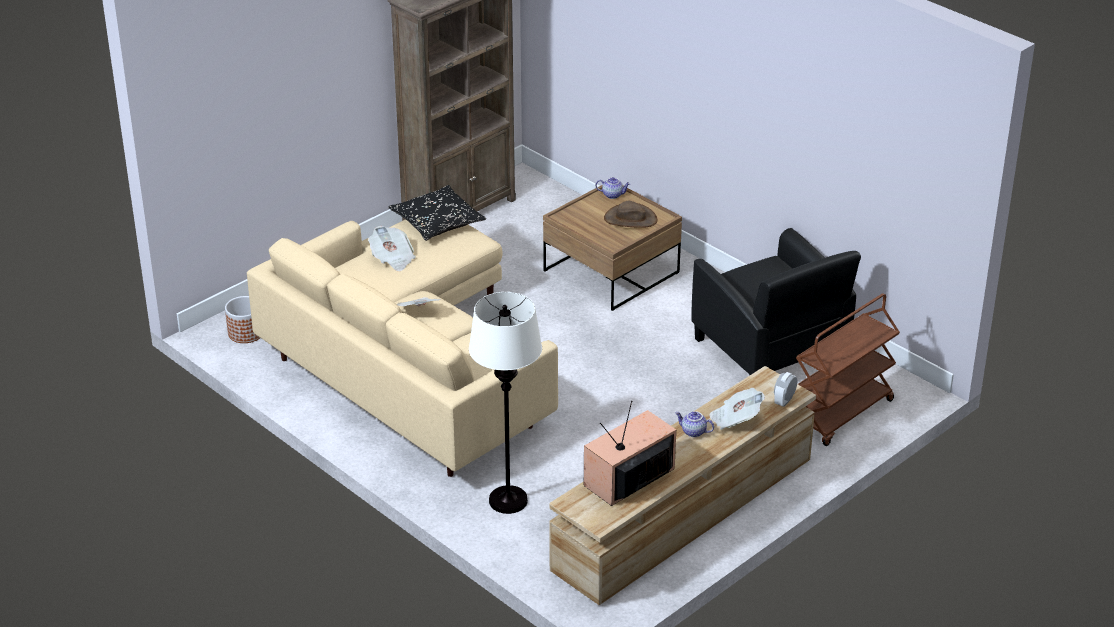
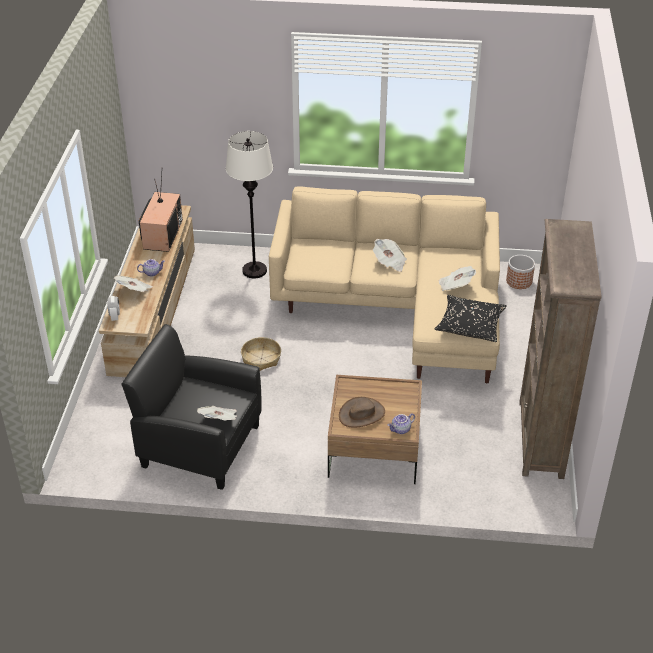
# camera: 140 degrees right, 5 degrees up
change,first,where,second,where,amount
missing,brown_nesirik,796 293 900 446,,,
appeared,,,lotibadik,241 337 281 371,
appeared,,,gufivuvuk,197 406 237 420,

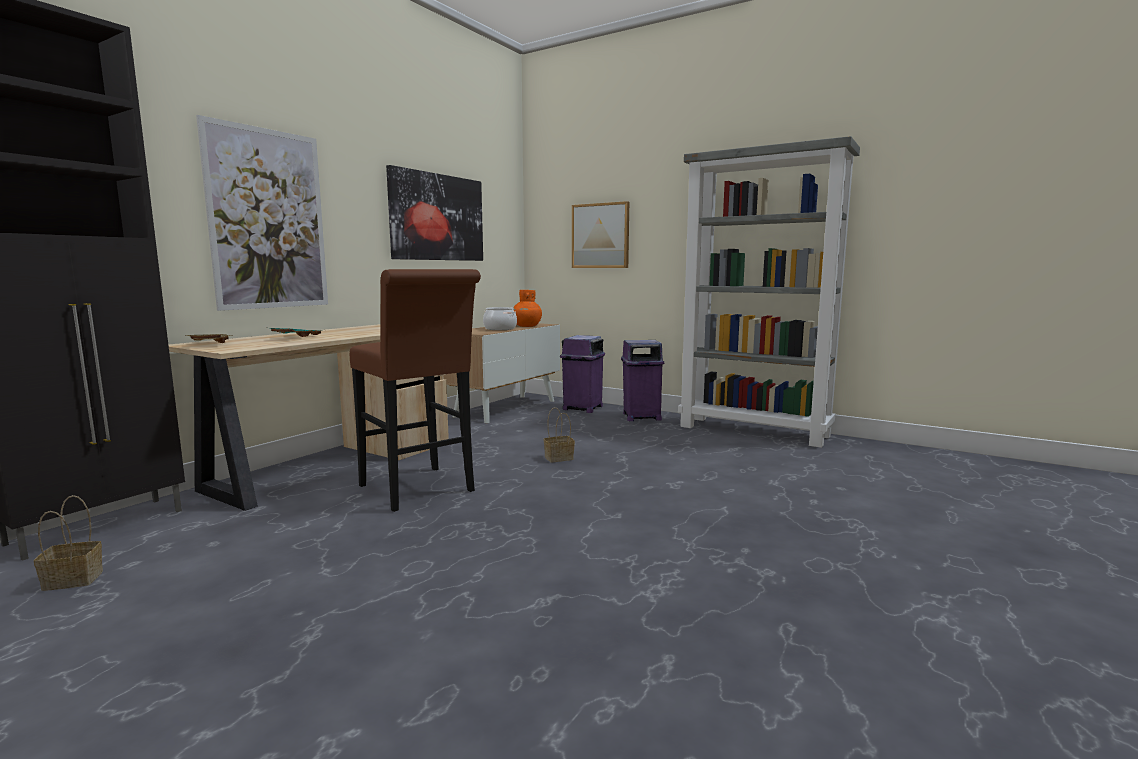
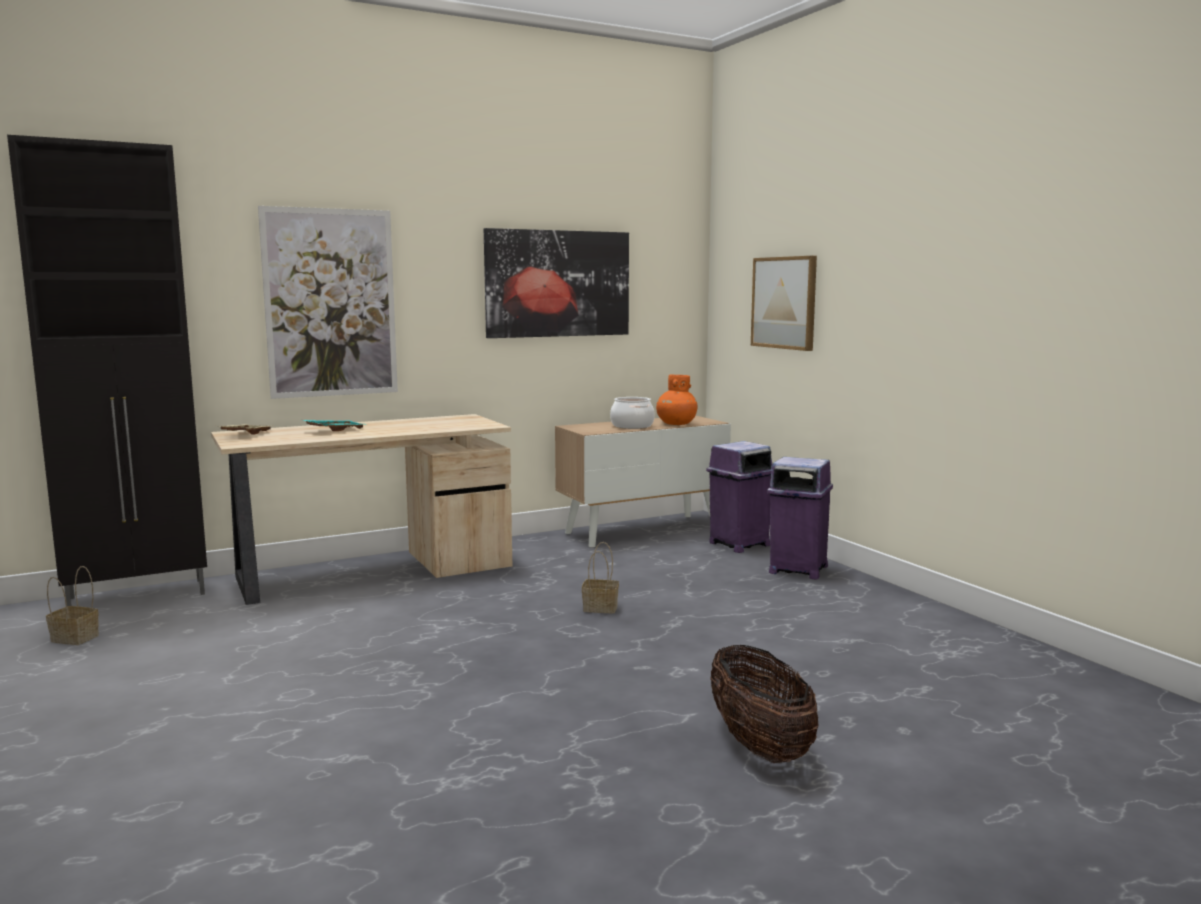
# camera: 30 degrees right, 0 degrees up
change,first,where,second,where,amount
missing,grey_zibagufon,678 136 860 448,,,
missing,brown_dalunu,350 269 481 512,,,
appeared,,,lotibadik,710 645 818 763,

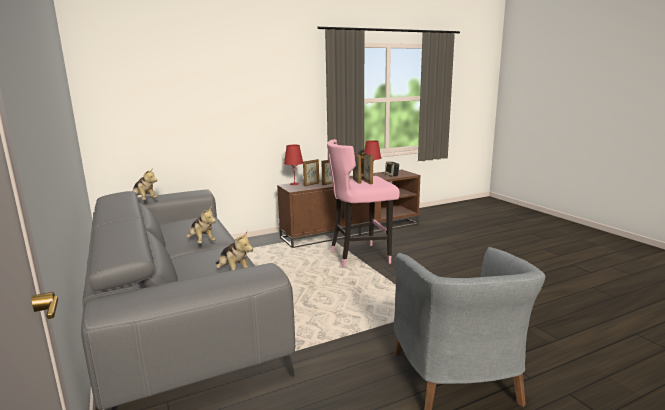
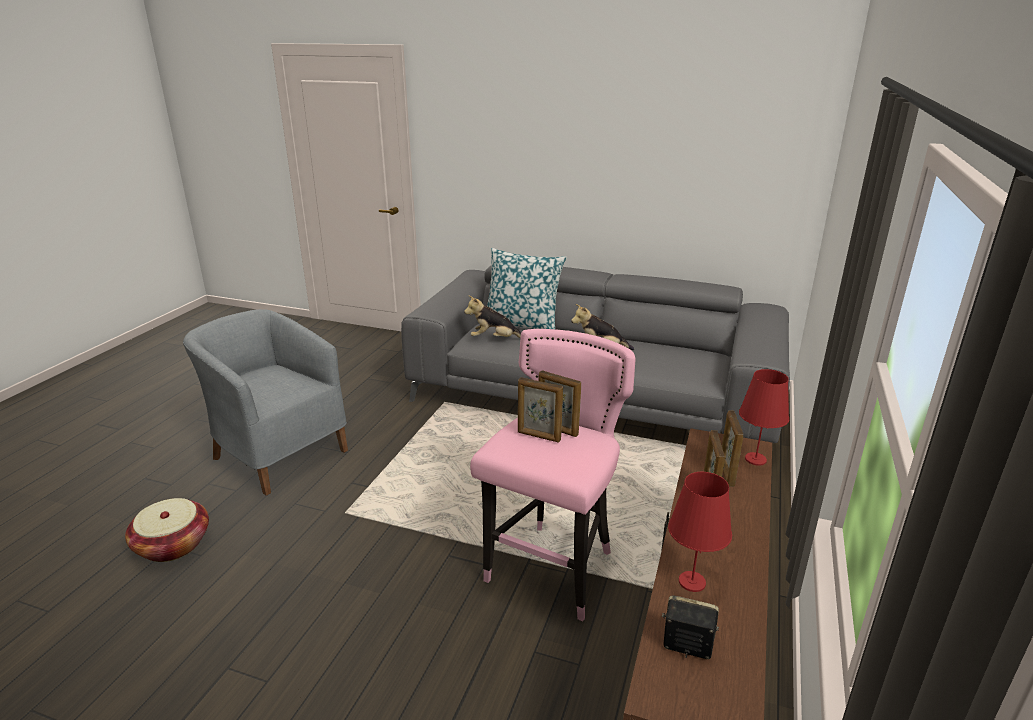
# camera: 135 degrees right, 10 degrees up
change,first,where,second,where,amount
missing,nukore,132 168 158 200,,,
appeared,,,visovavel,487 248 567 329,
appeared,,,lotibadik,125 498 209 562,

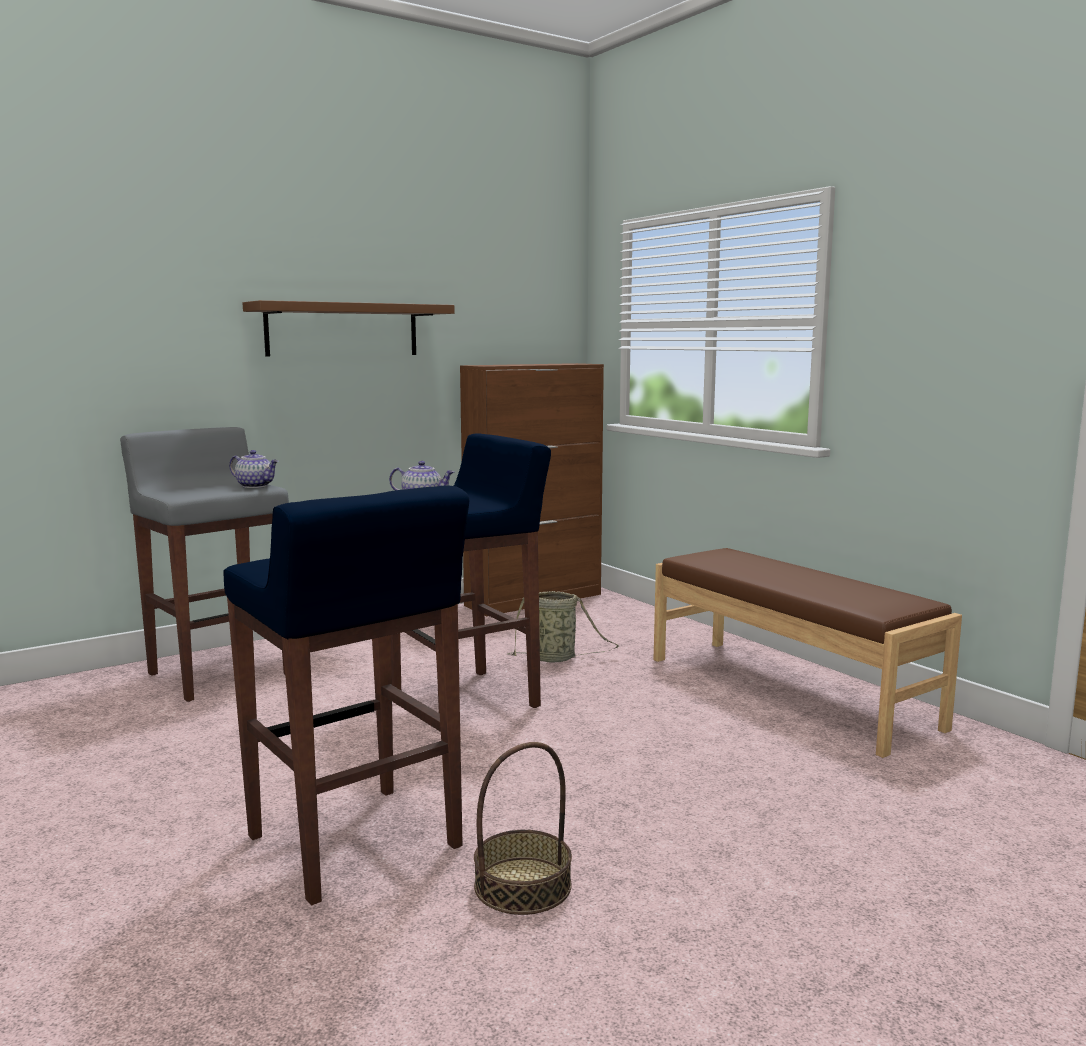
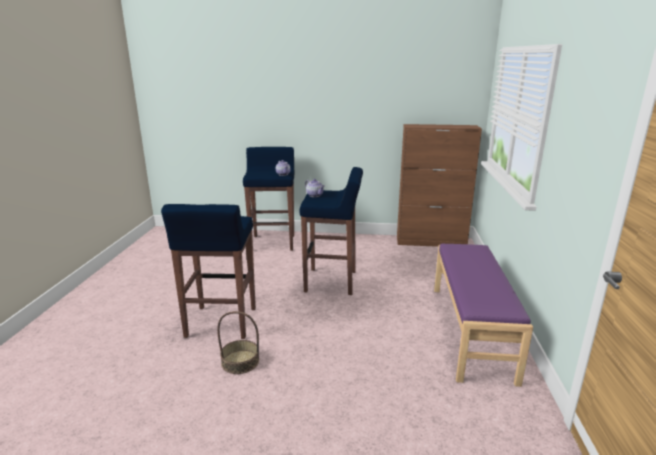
# camera: 40 degrees right, 10 degrees up
change,first,where,second,where,amount
missing,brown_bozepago,243 300 455 357,,,
colour,grey_dalunu,120 427 289 702,blue_dalunu,243 147 294 251,
colour,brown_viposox,654 548 962 758,purple_viposox,434 244 533 387,
missing,lotibadik,508 591 619 662,,,

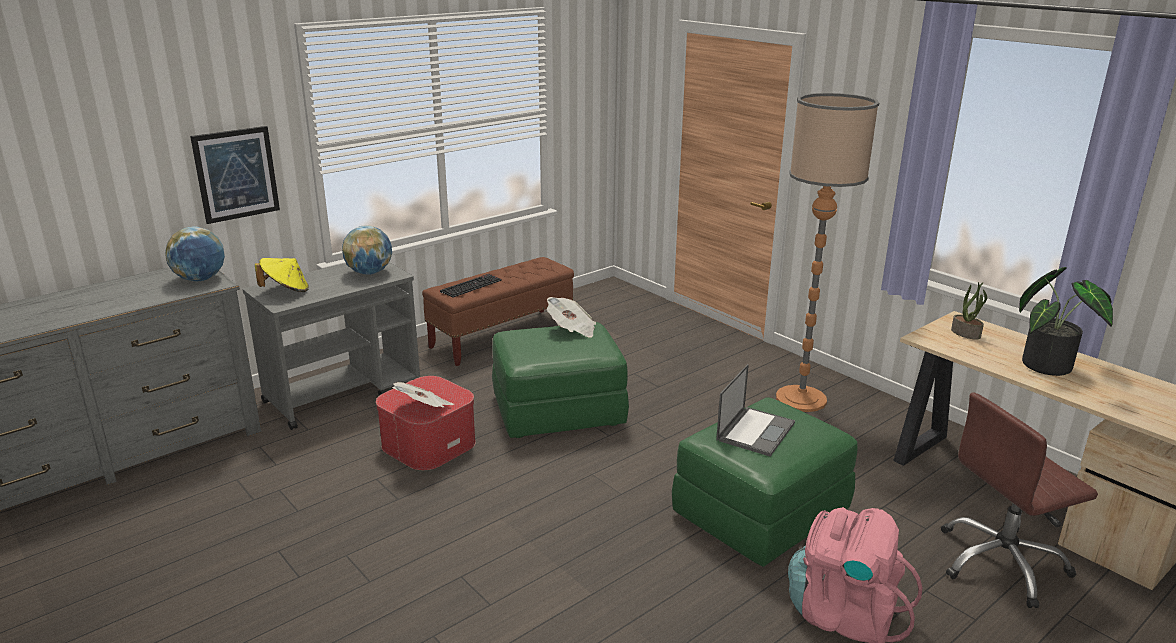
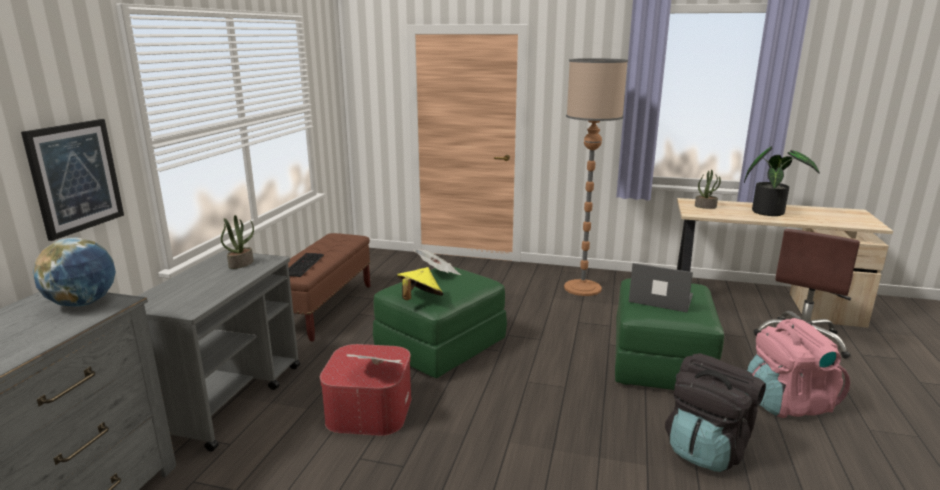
# camera: 35 degrees left, 5 degrees down
change,first,where,second,where,amount
exchanged,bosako,342 225 392 275,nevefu,221 215 254 269,
relocated,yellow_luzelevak,255 258 309 292,,397 267 444 300,
spun,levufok,716 364 795 457,,629 263 693 312,60 degrees counterclockwise
appeared,,,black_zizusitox,665 353 766 472,

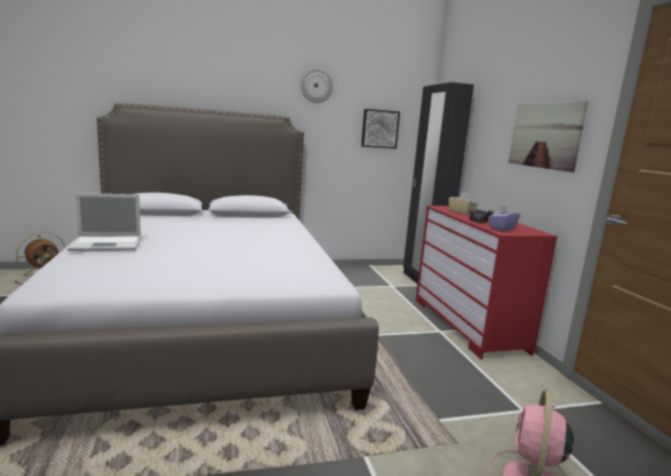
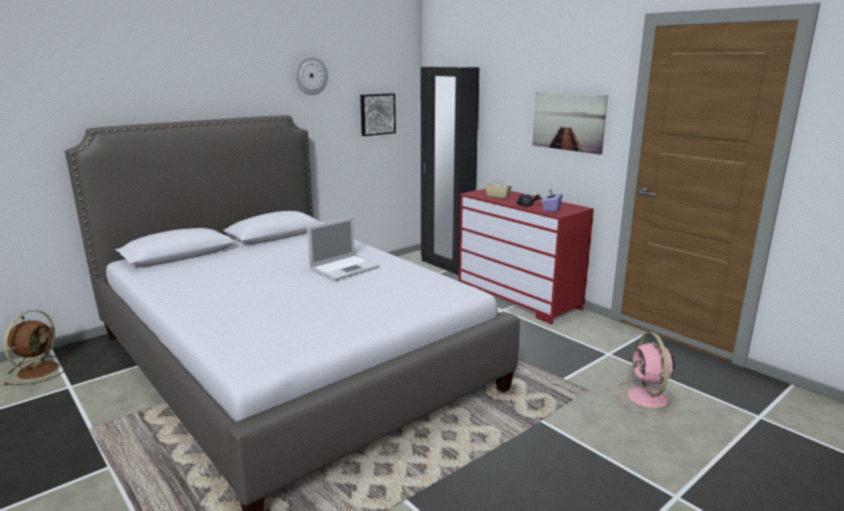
# camera: 25 degrees left, 5 degrees up
change,first,where,second,where,amount
relocated,levufok,67 193 141 251,,307 217 380 281,

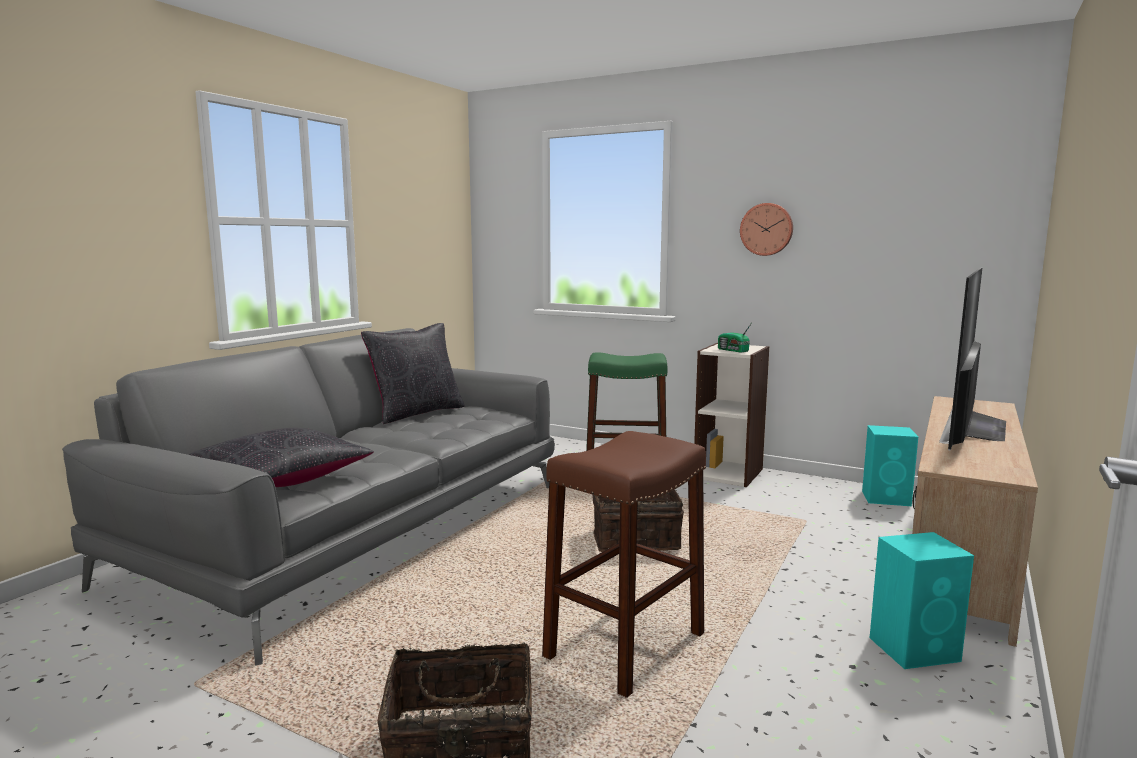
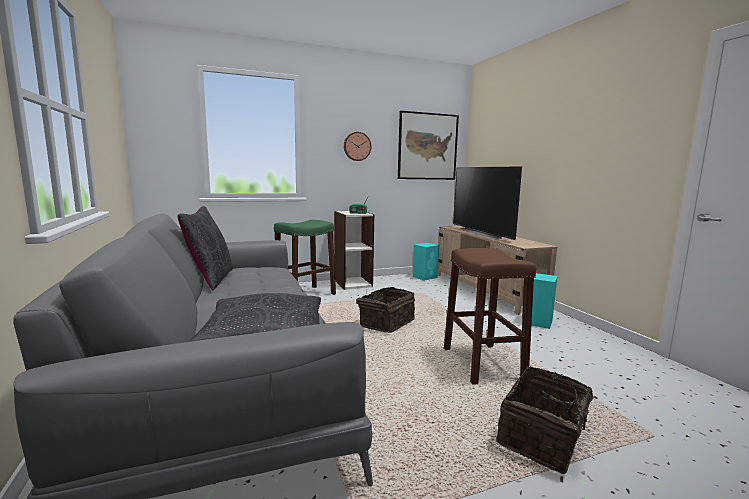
# camera: 50 degrees left, 0 degrees up
change,first,where,second,where,amount
appeared,,,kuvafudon,398 111 459 180,

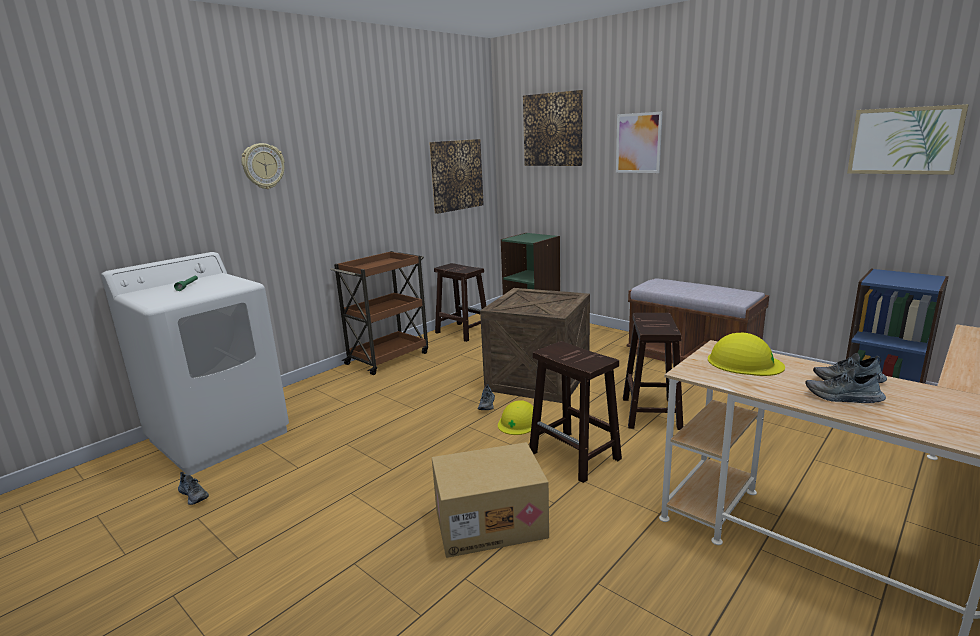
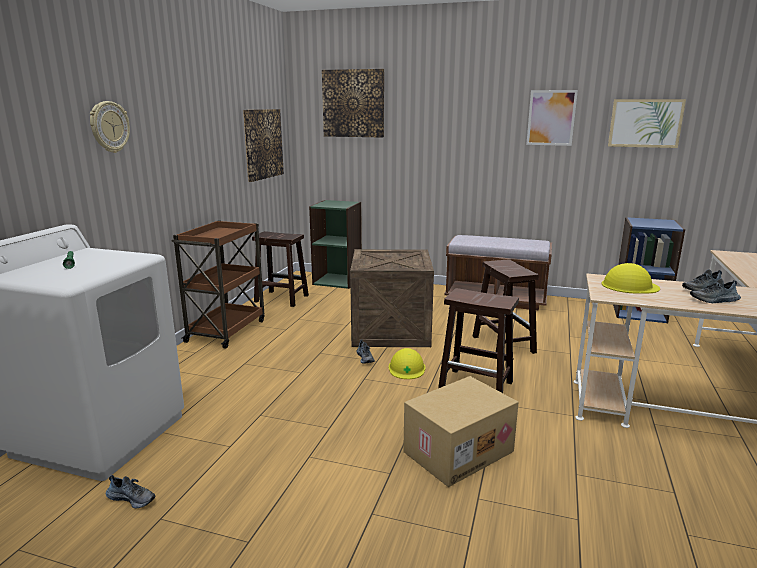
# camera: 25 degrees left, 0 degrees up
change,first,where,second,where,amount
relocated,kuvafudon,616 112 662 173,,526 90 578 146,

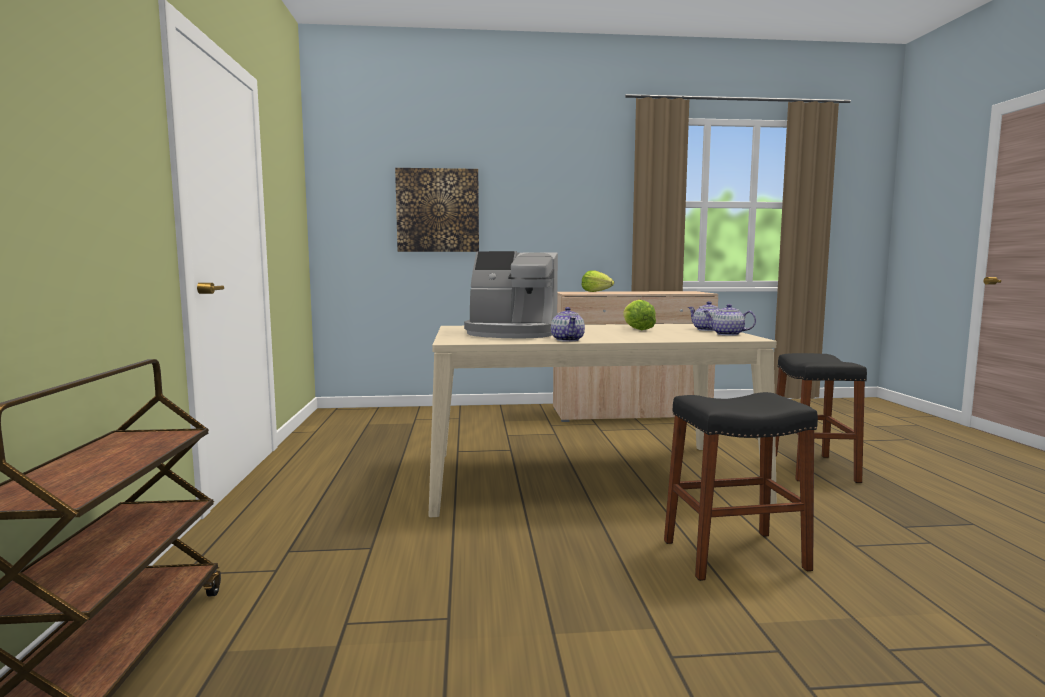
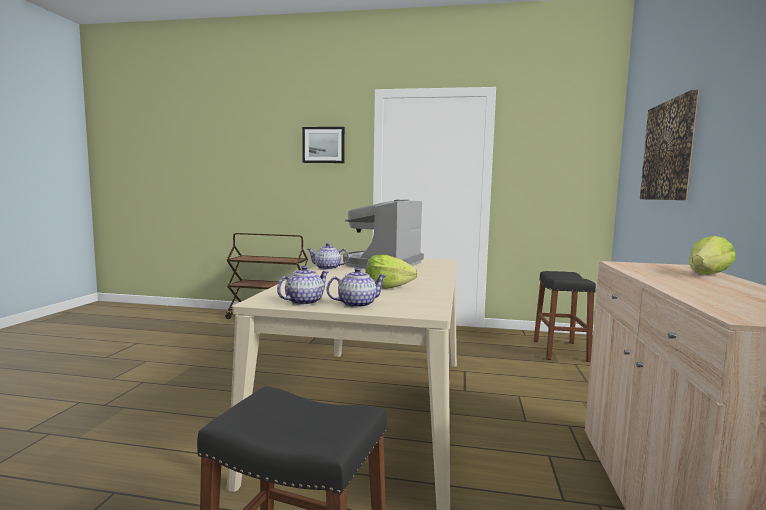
# camera: 105 degrees right, 0 degrees up
change,first,where,second,where,amount
relocated,black_dalunu,664 392 818 581,,534 271 596 362,
appeared,,,kuvafudon,302 127 345 163,

